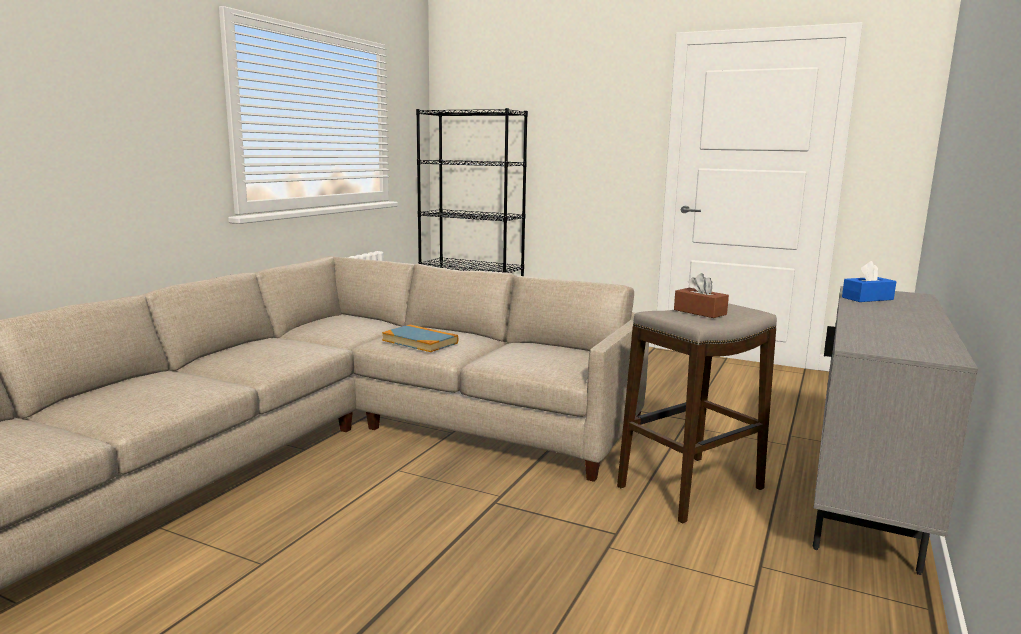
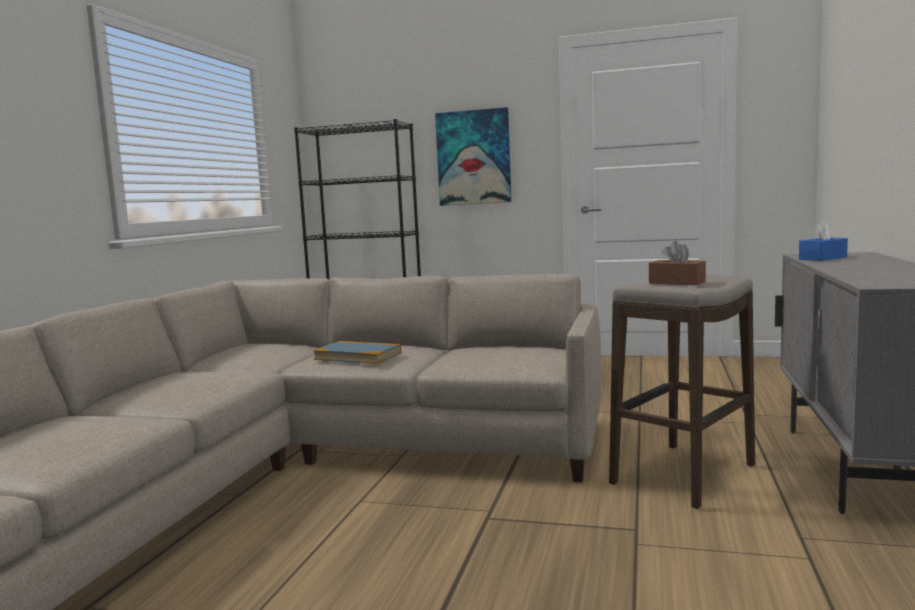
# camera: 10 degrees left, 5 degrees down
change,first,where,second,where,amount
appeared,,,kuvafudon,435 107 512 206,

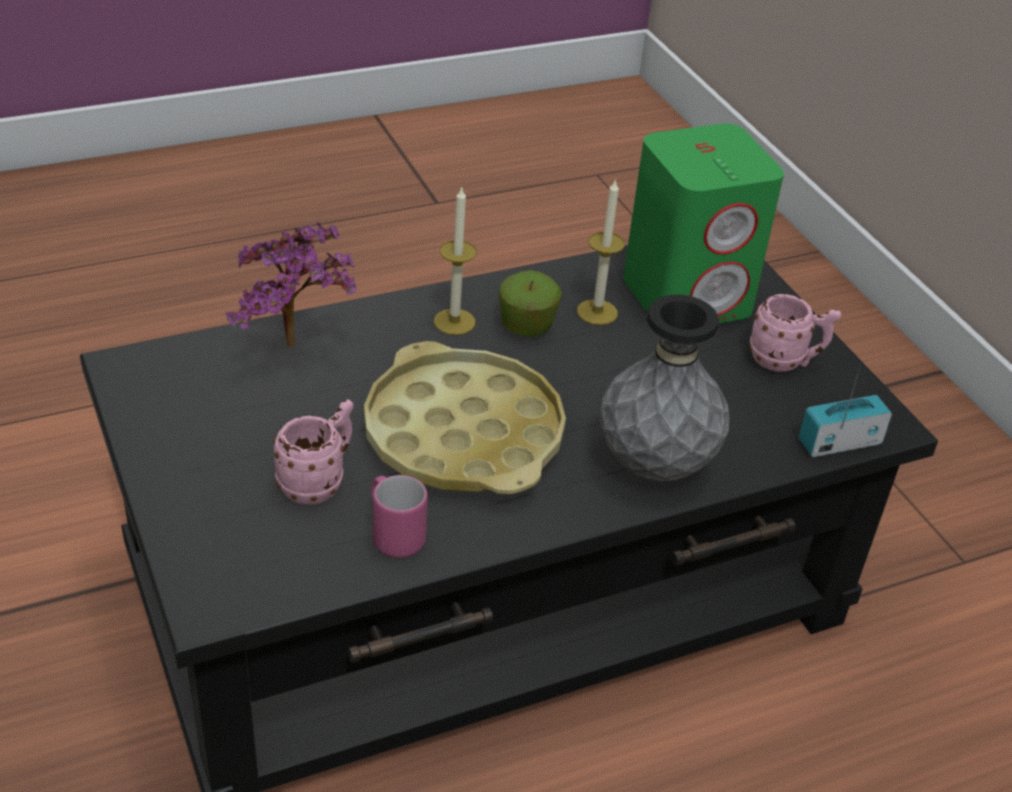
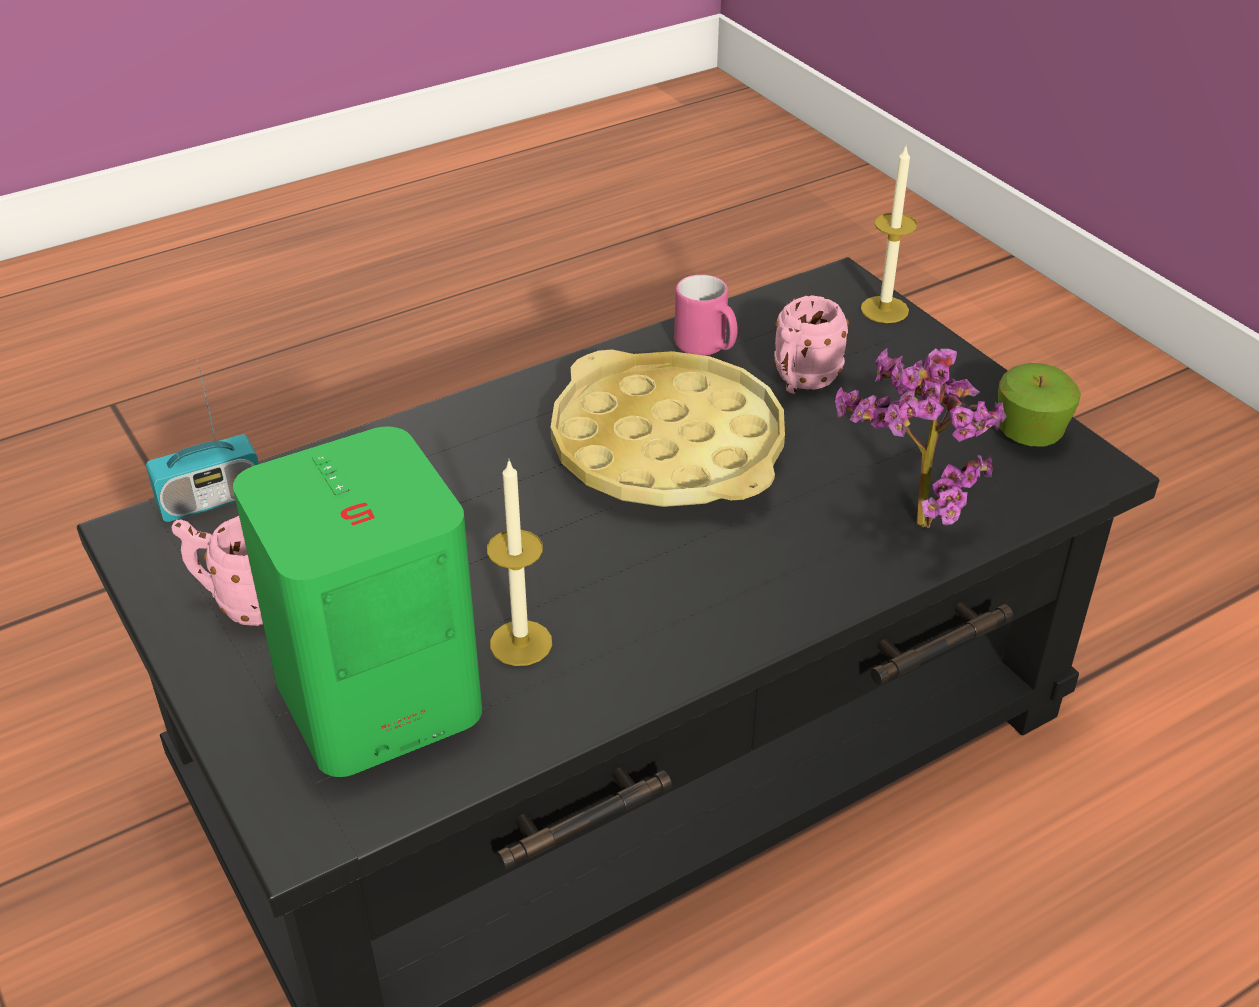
# camera: 175 degrees right, 0 degrees up
change,first,where,second,where,amount
relocated,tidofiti,434 186 477 335,,861 147 917 323,
relocated,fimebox,499 270 562 337,,998 363 1081 447,
missing,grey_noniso,600 294 729 481,,,

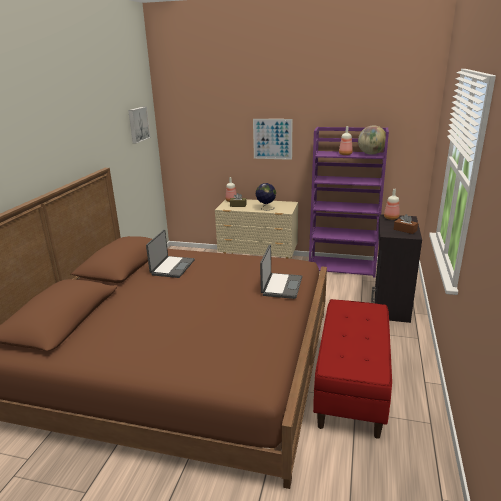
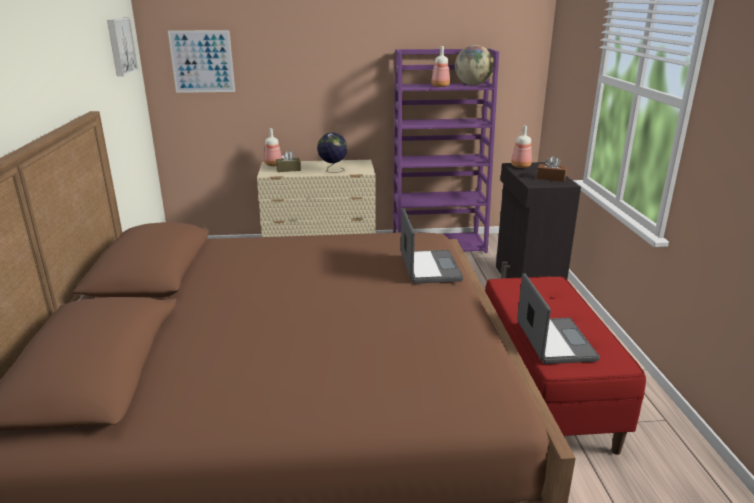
# camera: 20 degrees left, 0 degrees up
change,first,where,second,where,amount
relocated,kuvafudon,253 119 293 160,,168 30 235 93,
relocated,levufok,146 230 195 278,,517 273 600 364,

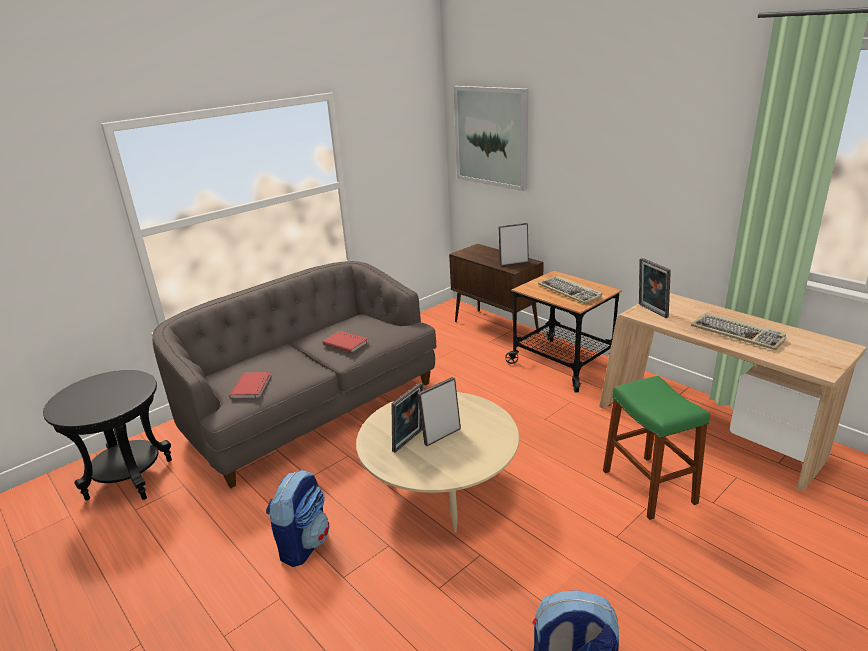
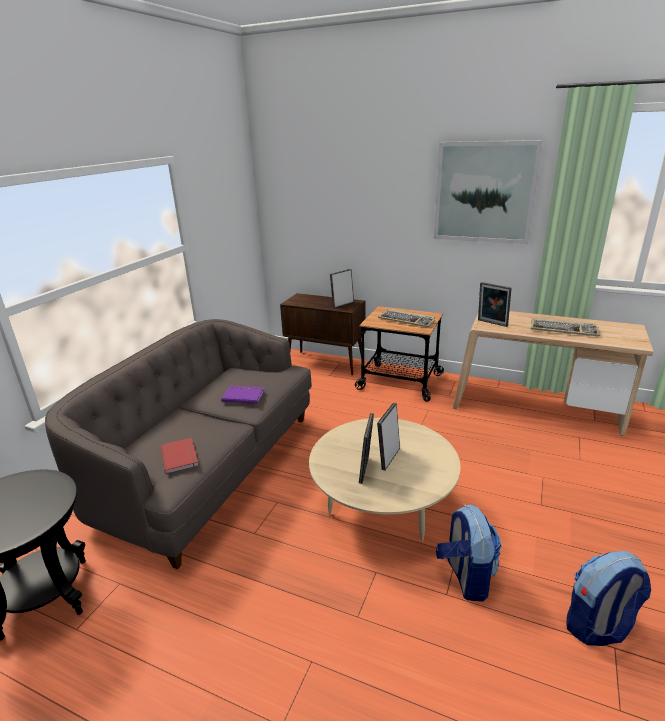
# camera: 25 degrees left, 0 degrees up
change,first,where,second,where,amount
relocated,kuvafudon,453 86 528 191,,434 140 543 244,
colour,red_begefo,322 331 368 353,purple_begefo,221 386 265 404,
missing,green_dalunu,603 376 710 520,,,
relocated,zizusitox,266 470 329 567,,436 505 502 602,

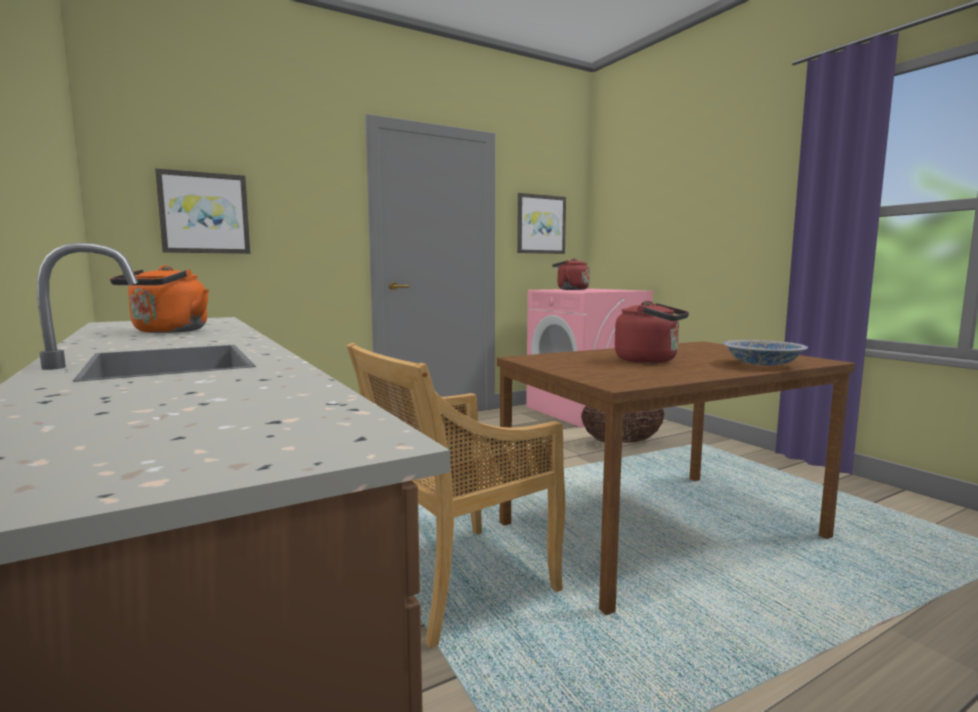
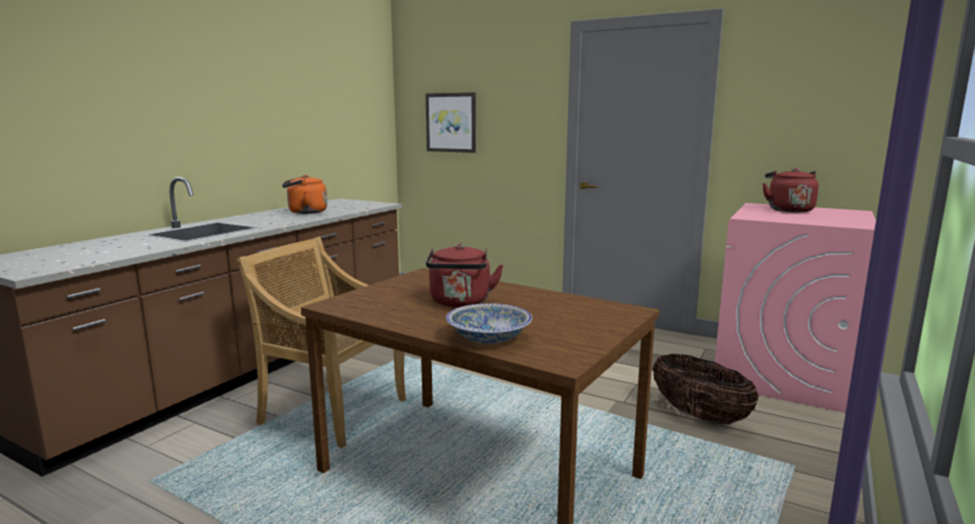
# camera: 60 degrees right, 5 degrees up
change,first,where,second,where,amount
missing,kuvafudon,517 193 566 254,,,

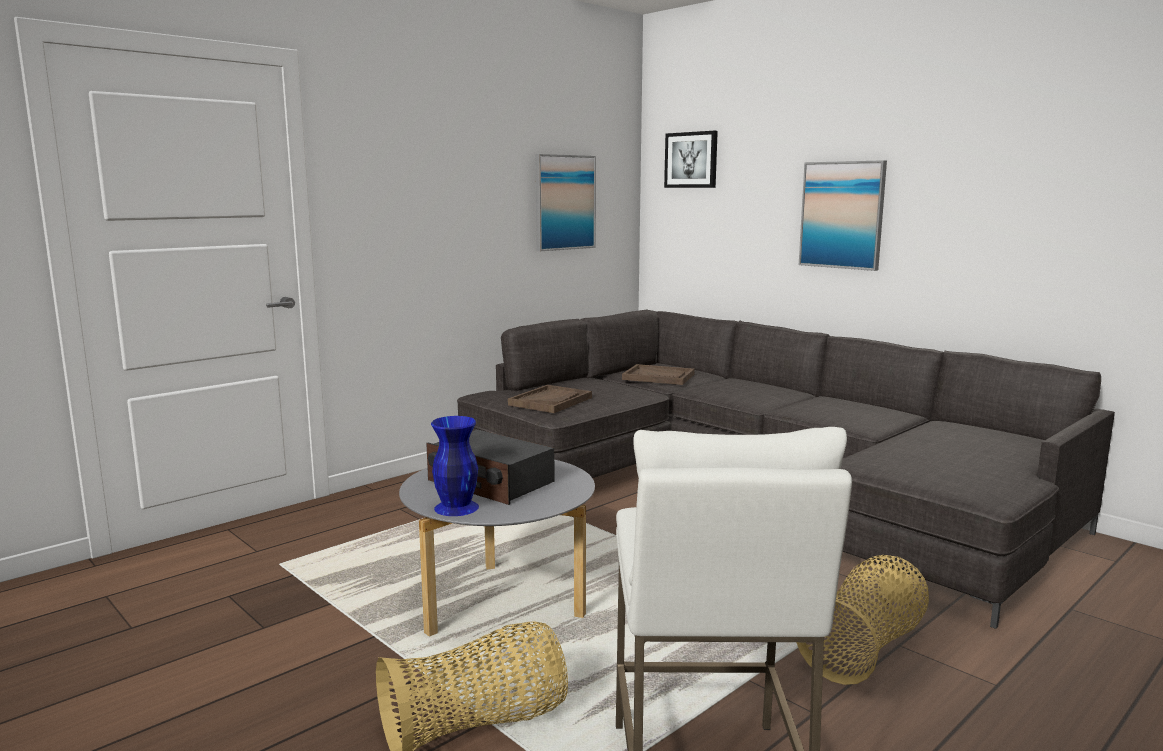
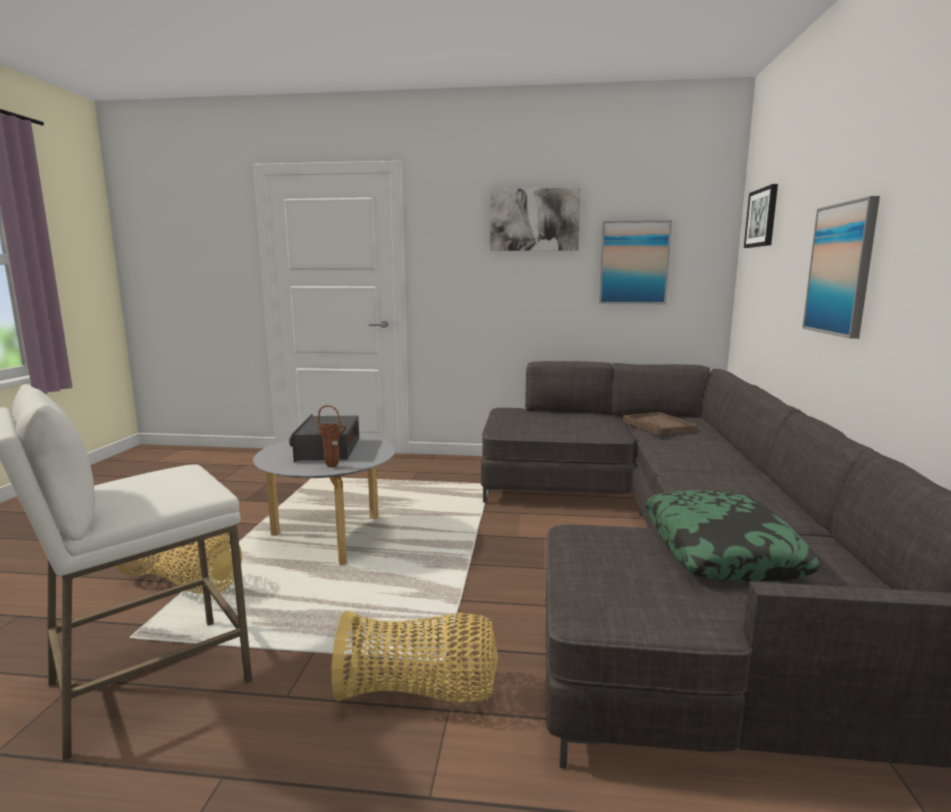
# camera: 50 degrees right, 0 degrees up
change,first,where,second,where,amount
missing,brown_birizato,508 385 592 413,,,
missing,blue_noniso,431 416 479 516,,,
appeared,,,kuvafudon,490 188 581 251,
appeared,,,brown_noniso,317 405 346 467,
appeared,,,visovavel,645 490 821 581,

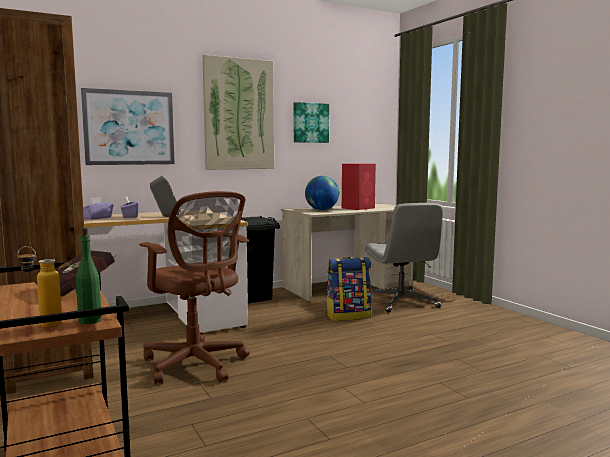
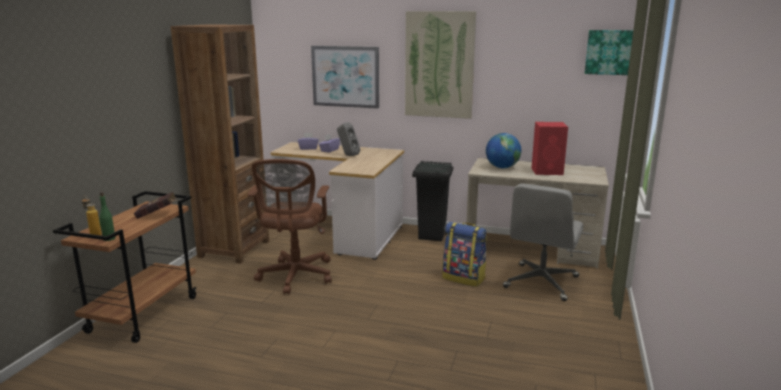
# camera: 45 degrees right, 10 degrees up
change,first,where,second,where,amount
relocated,kuvafudon,294 102 329 143,,585 30 633 75,

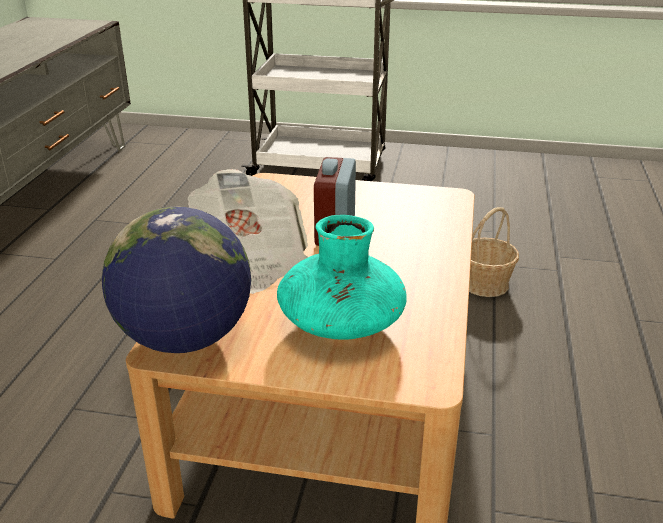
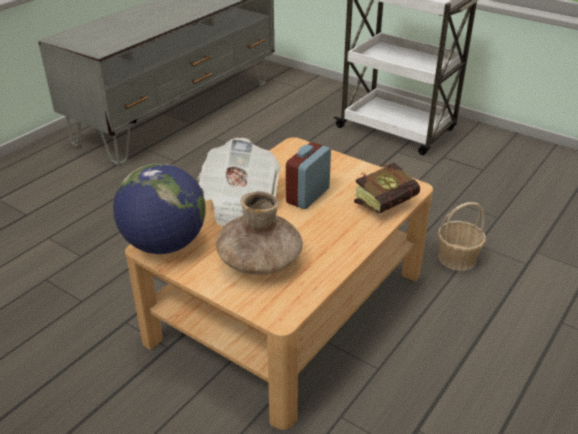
# camera: 25 degrees right, 5 degrees up
change,first,where,second,where,amount
colour,turquoise_noniso,277 215 407 340,brown_noniso,216 191 303 275,
appeared,,,begefo,354 163 420 213,

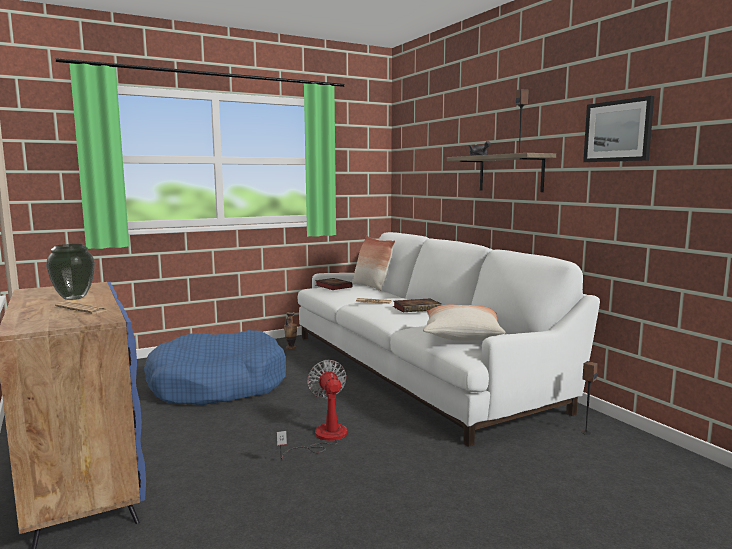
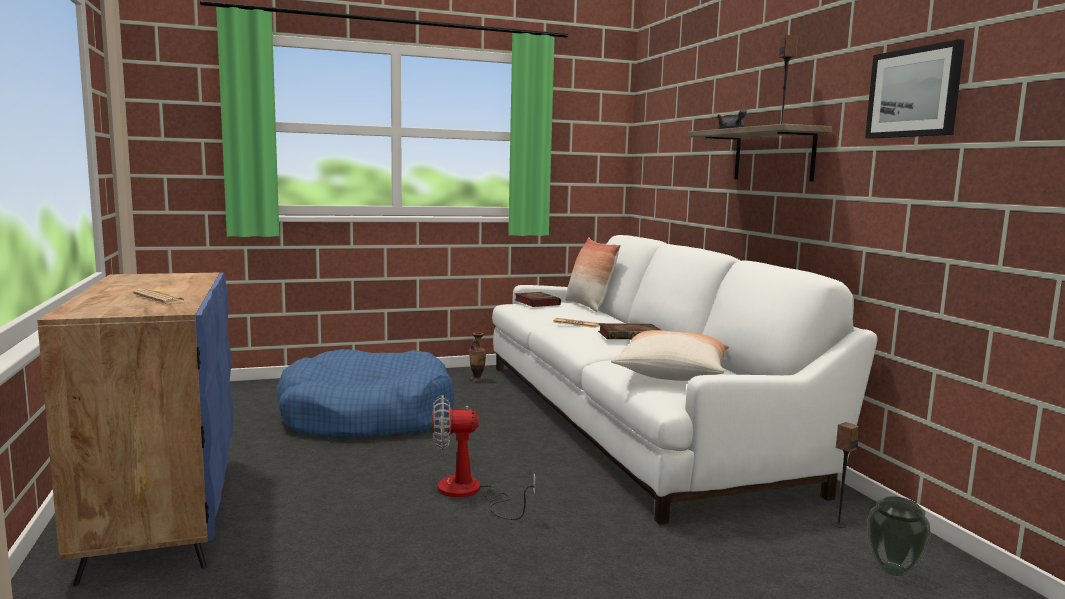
# camera: 10 degrees right, 0 degrees up
change,first,where,second,where,amount
relocated,noniso,46 244 95 300,,867 496 931 576,
spun,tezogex,277 360 347 459,,432 395 536 520,90 degrees counterclockwise

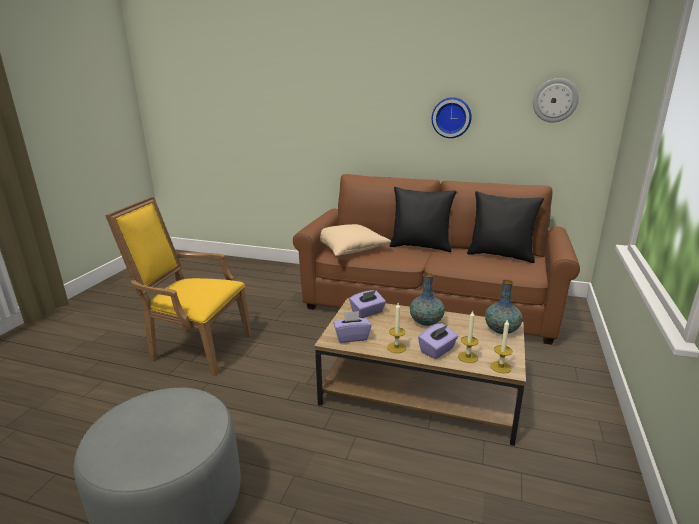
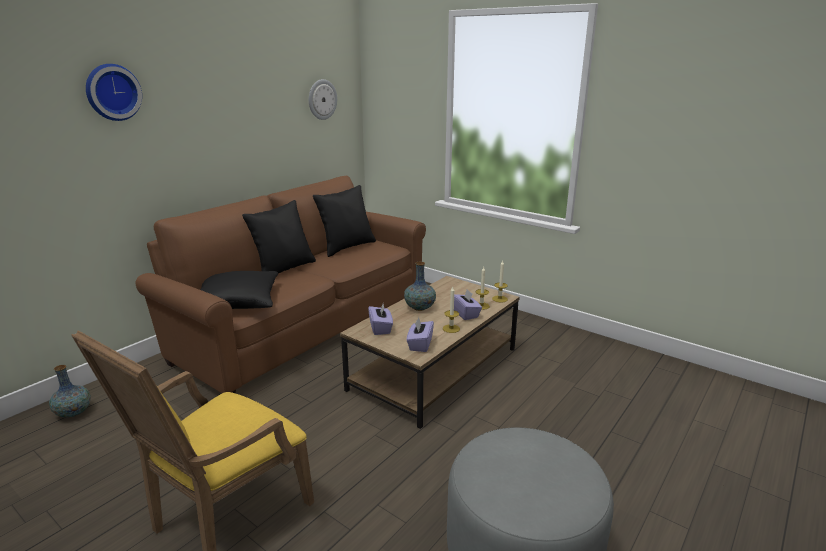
# camera: 70 degrees left, 0 degrees up
change,first,where,second,where,amount
relocated,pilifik,432 97 472 138,,86 64 142 121,
colour,beige_visovavel,320 224 391 256,black_visovavel,200 271 278 309,
relocated,noniso,485 279 522 334,,49 365 91 418,

